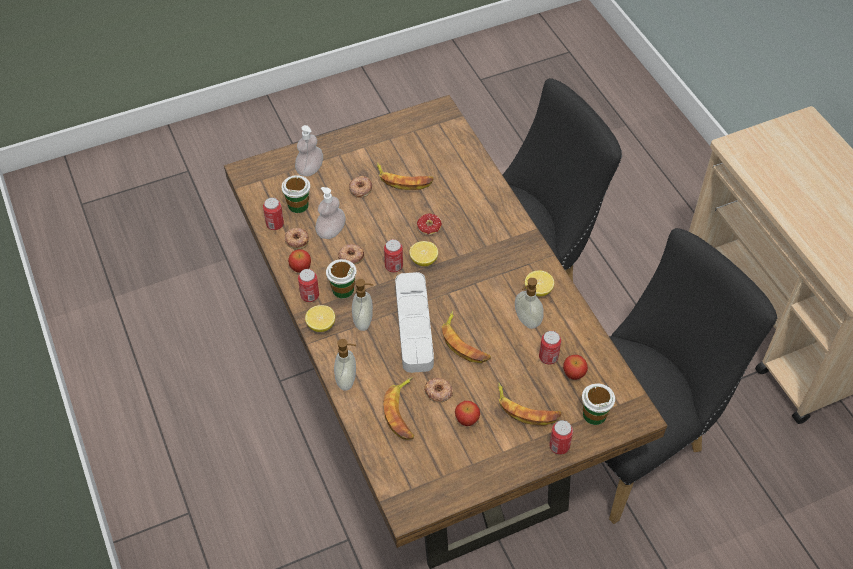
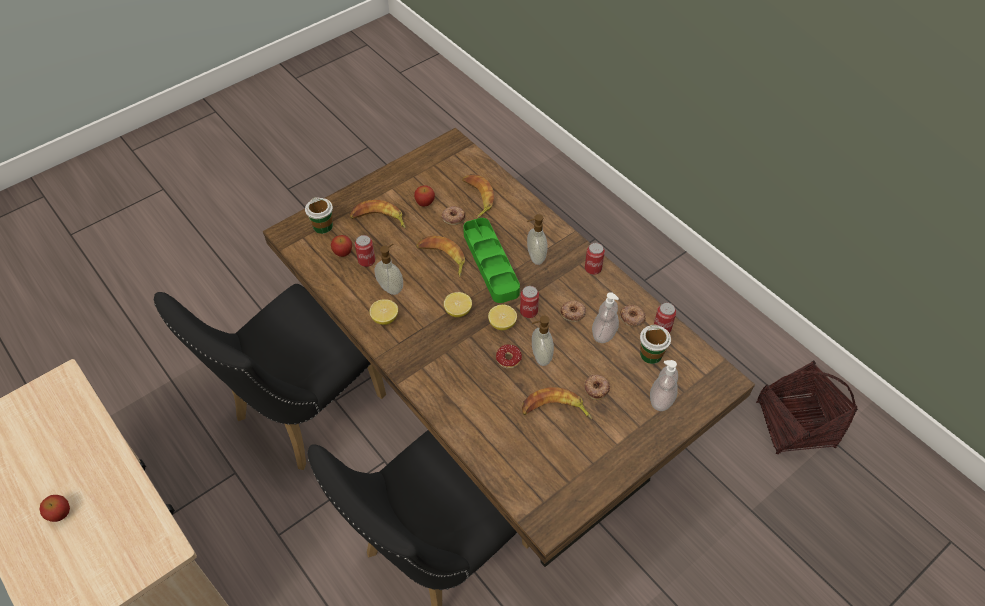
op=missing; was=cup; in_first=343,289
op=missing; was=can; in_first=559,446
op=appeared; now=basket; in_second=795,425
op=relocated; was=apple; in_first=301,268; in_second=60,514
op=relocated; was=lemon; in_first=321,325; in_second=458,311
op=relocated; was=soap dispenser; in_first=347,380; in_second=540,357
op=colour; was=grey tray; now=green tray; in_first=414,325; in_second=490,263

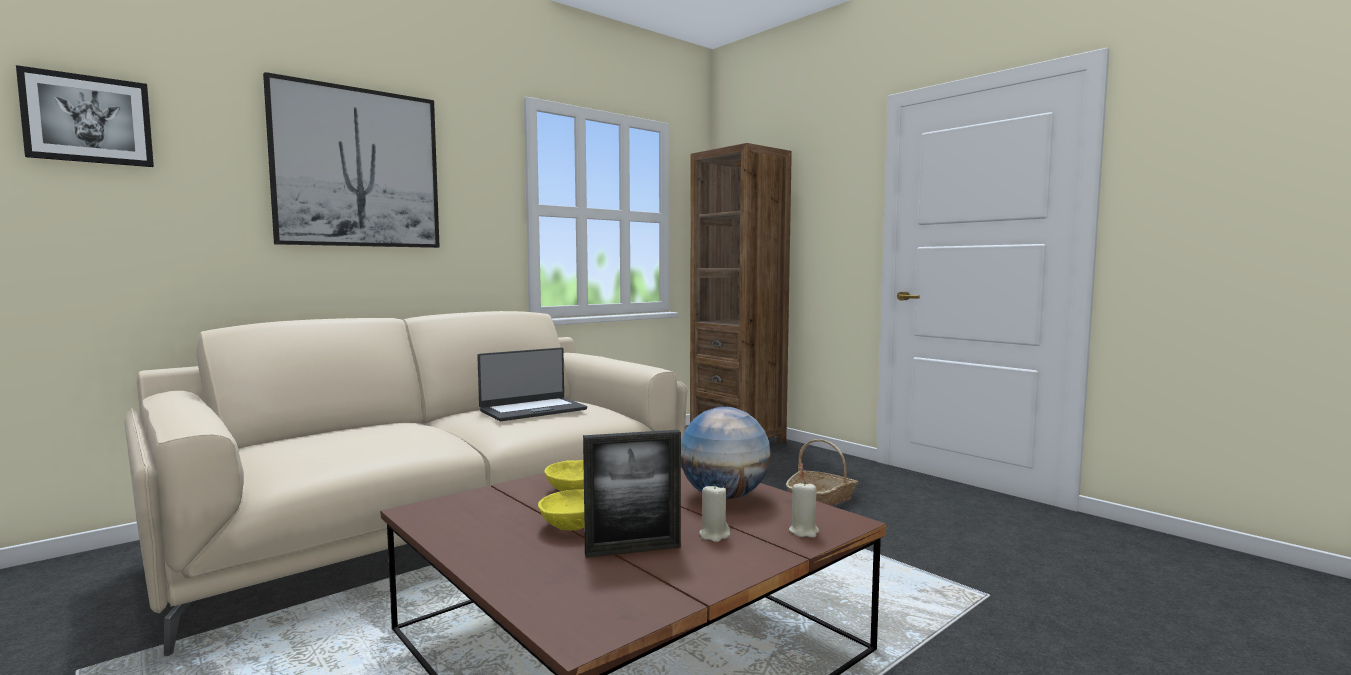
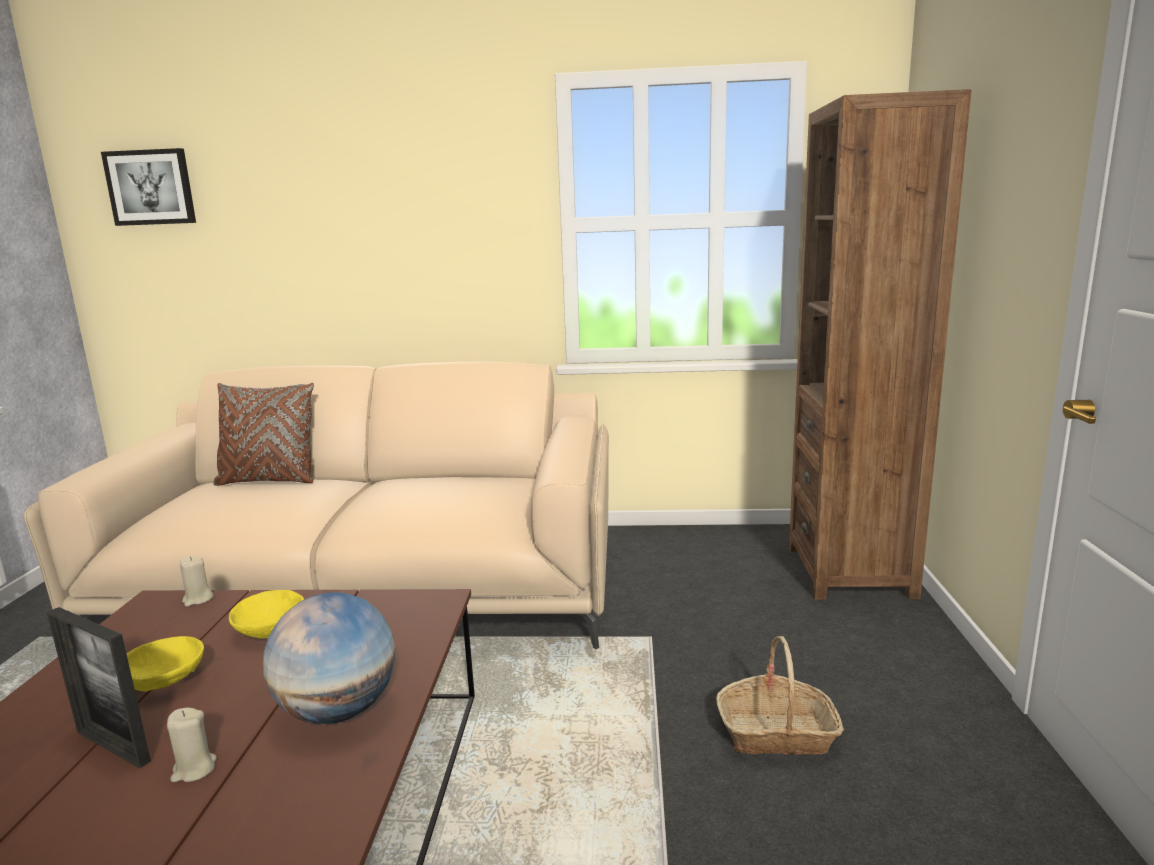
op=missing; was=picture; in_first=357,168
op=missing; was=laptop; in_first=532,410
op=appeared; now=brown pillow; in_second=269,480
op=relocated; was=beige candle; in_first=804,531; in_second=198,599

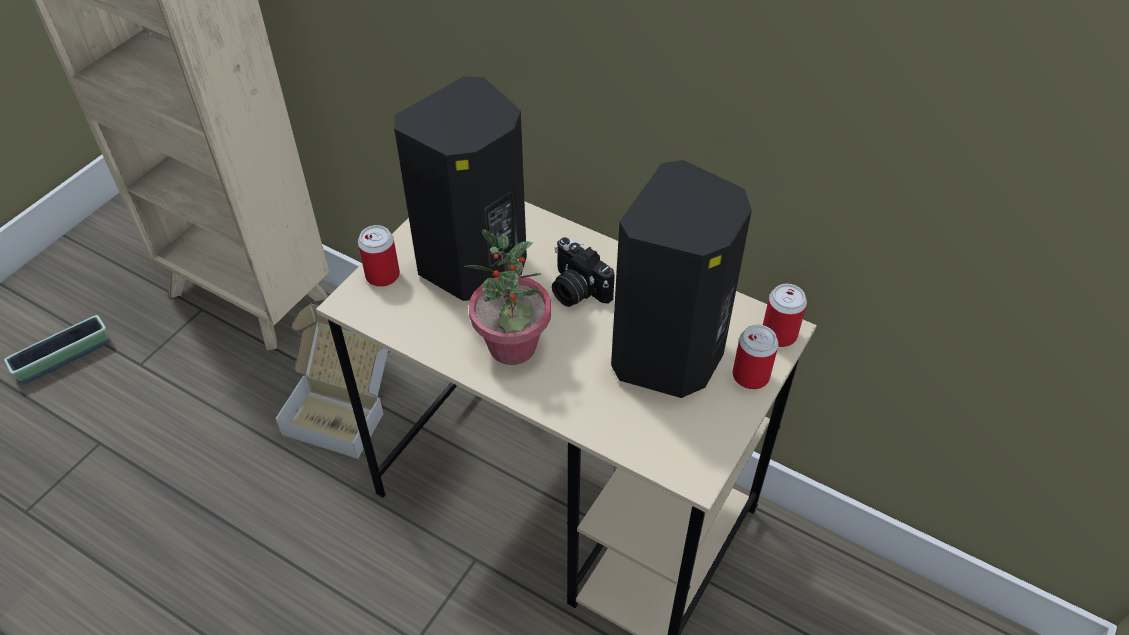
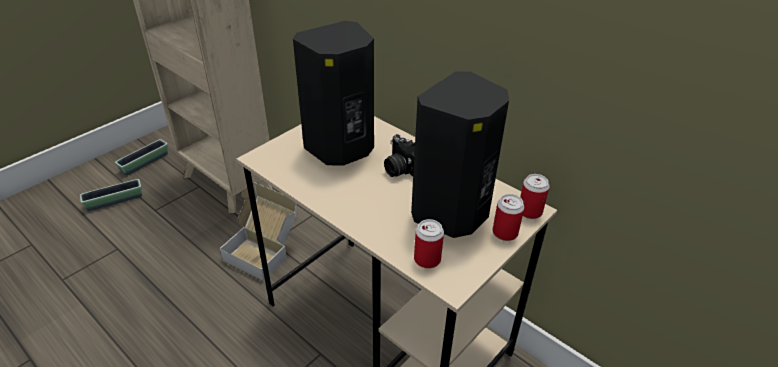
op=missing; was=potted plant; in_first=512,347
op=appeared; now=planter; in_second=145,163
op=relocated; was=can; in_first=382,275; in_second=427,259

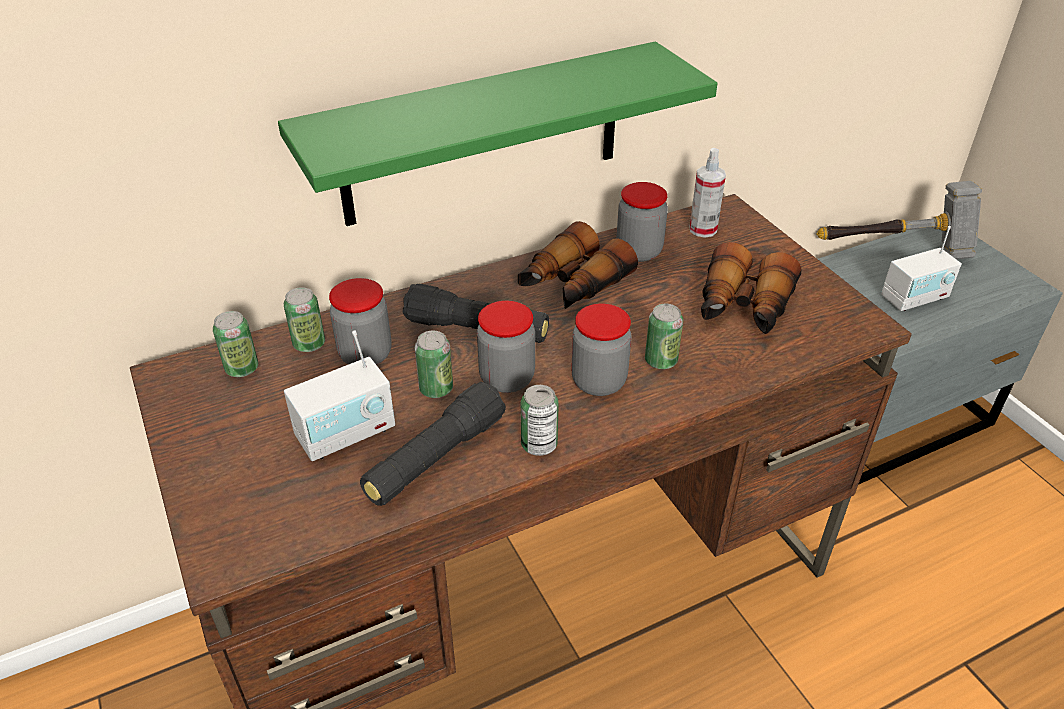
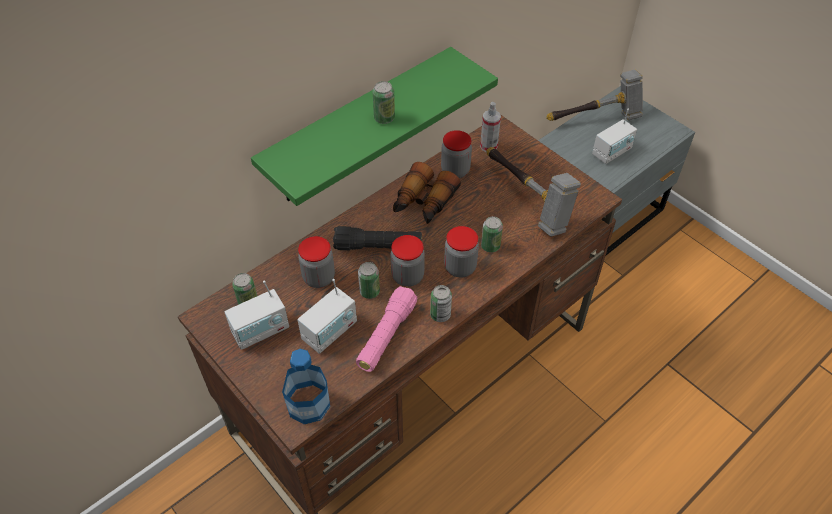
op=appeared; now=radio; in_second=261,331
op=appeared; now=bottle; in_second=308,404
op=relocated; was=can; in_first=309,344; in_second=384,118
op=exchanged; was=binoculars; now=hammer; in_first=743,307; in_second=526,200
op=colour; was=black flashlight; now=pink flashlight; in_first=435,458; in_second=386,336

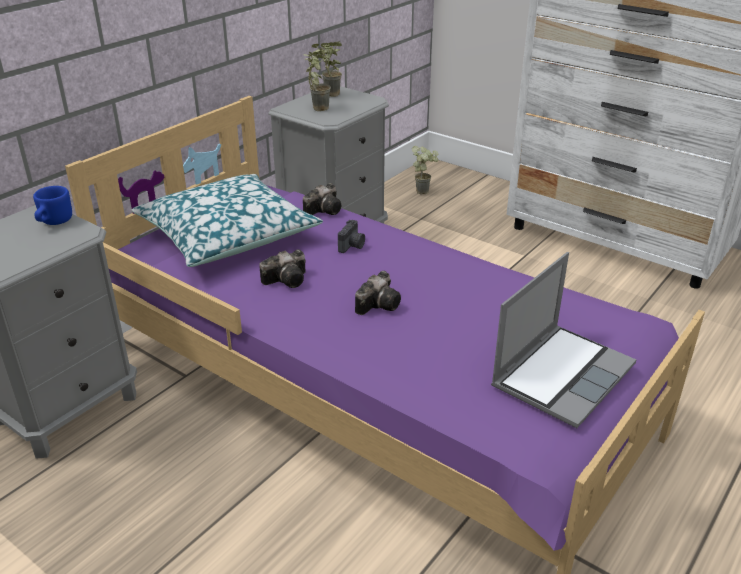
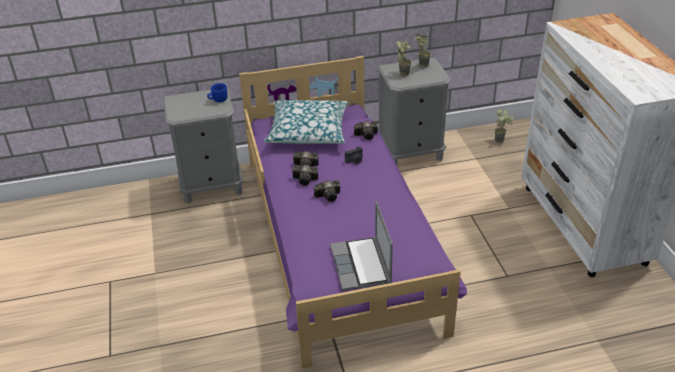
op=appeared; now=photo camera; in_second=306,180
op=spun; was=laptop; in_first=562,375; in_second=362,265; clockwise=90

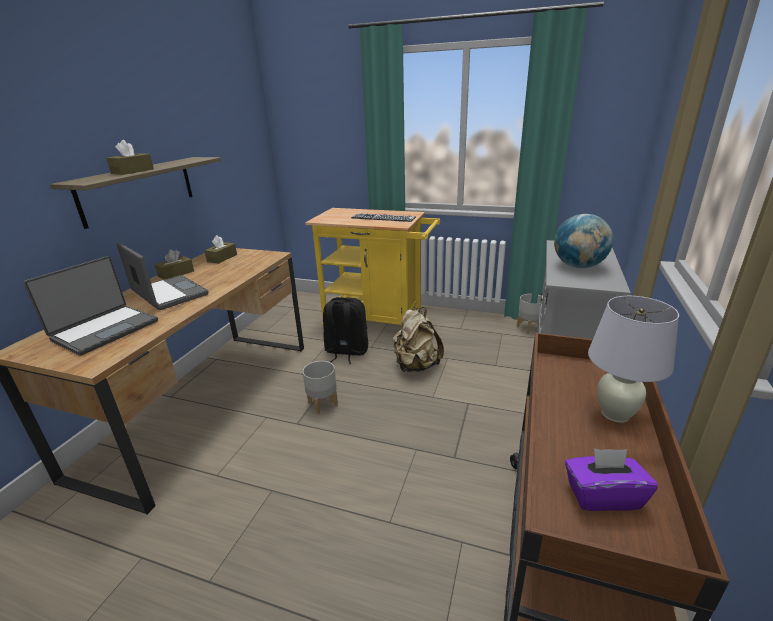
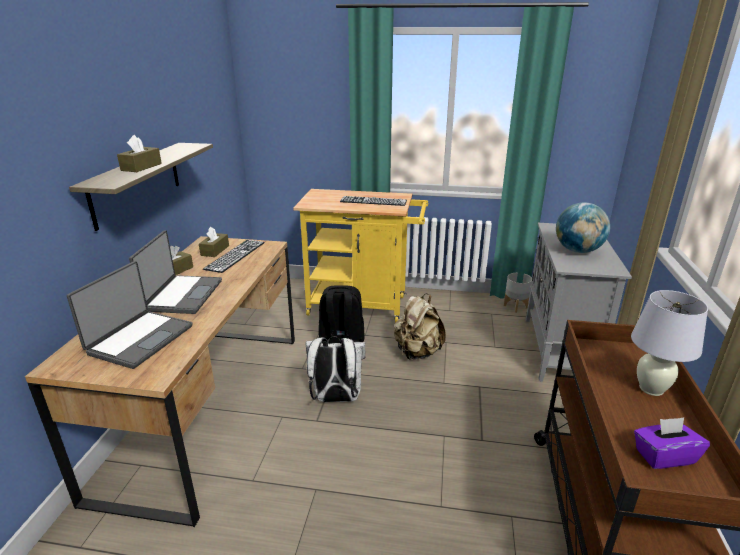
op=appeared; now=keyboard; in_second=235,255
op=exchanged; was=grey planter; now=white backpack; in_first=322,404; in_second=336,399
op=spun; was=laptop; in_first=168,294; in_second=182,295; clockwise=60

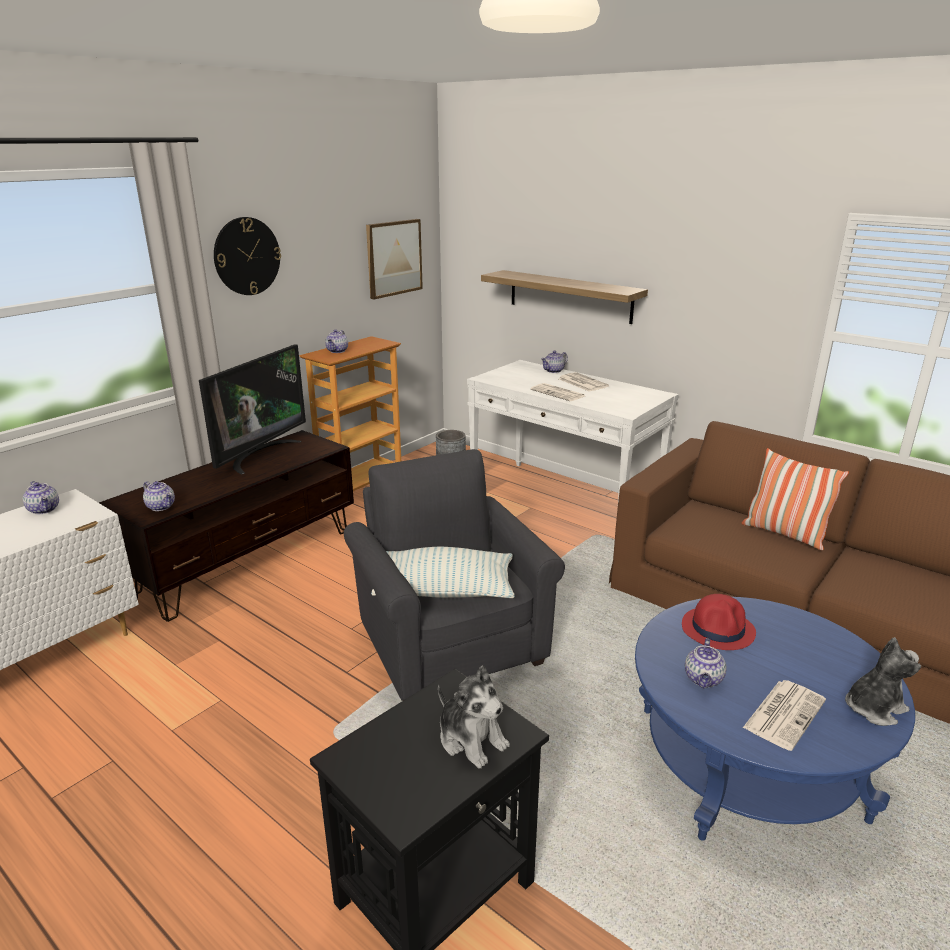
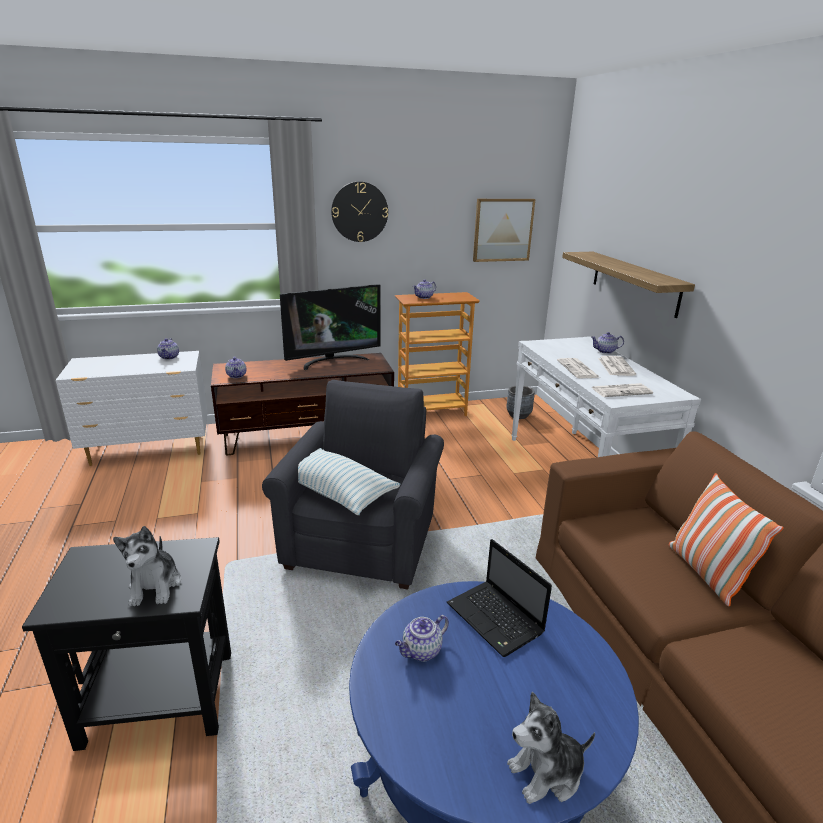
op=relocated; was=newspaper; in_first=784,713; in_second=621,391
op=exchanged; was=red hat; now=laptop; in_first=718,629; in_second=496,619
op=spun; was=plush toy; in_first=873,708; in_second=547,773; clockwise=150

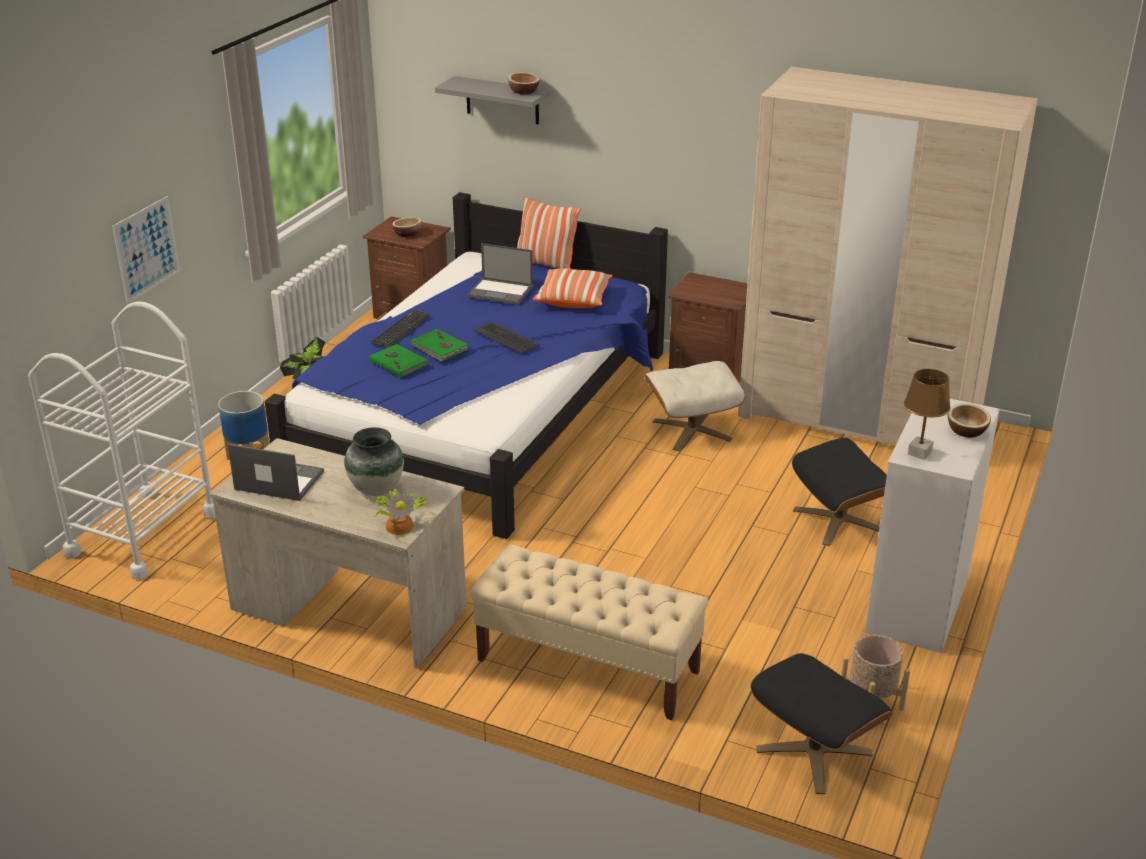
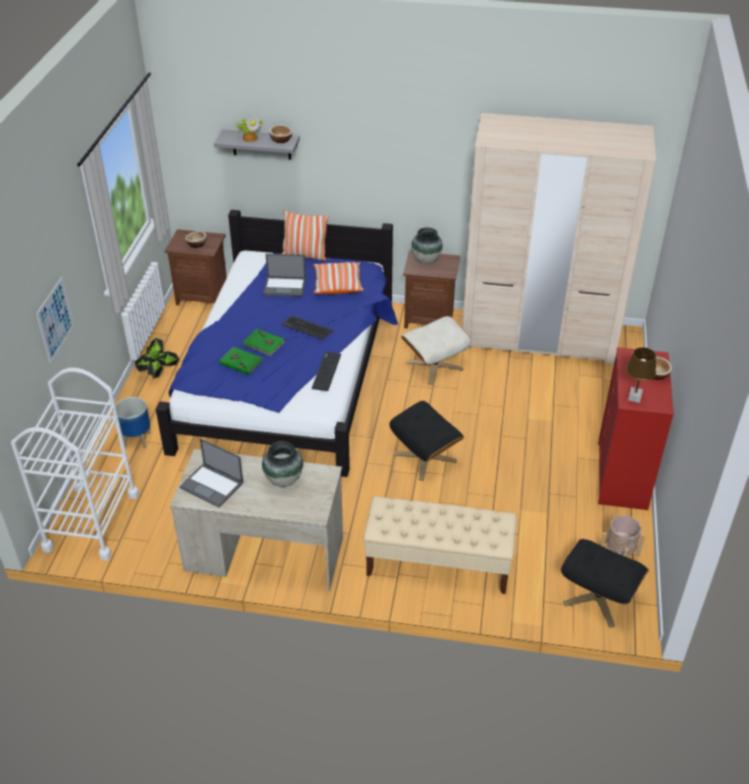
op=appeared; now=vase; in_second=426,260
op=relocated; was=keyboard; in_first=401,330; in_second=326,371
op=relocated; was=potted plant; in_first=400,525; in_second=250,137
op=relocated; was=black ottoman; in_first=838,520; in_second=425,457
op=colour; was=white dresser; now=red dresser; in_first=918,604; in_second=622,476
op=spun; was=laptop; in_first=278,480; in_second=212,485; clockwise=-150

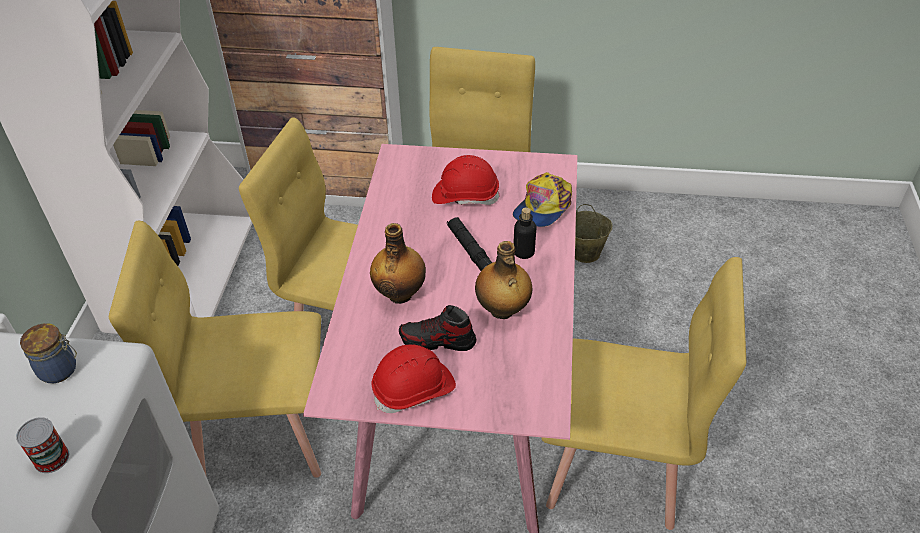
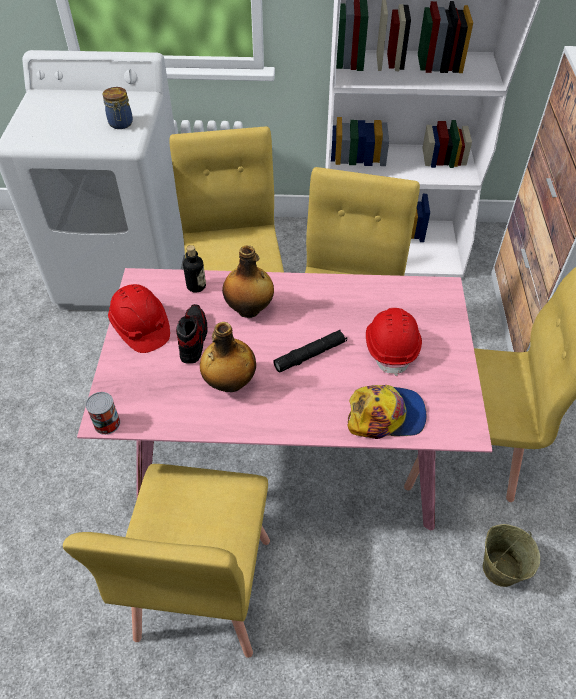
op=relocated; was=can; in_first=51,458; in_second=107,423
op=relocated; was=bottle; in_first=524,252; in_second=196,286
op=spun; was=cap; in_first=543,207; in_second=386,415; clockwise=150

